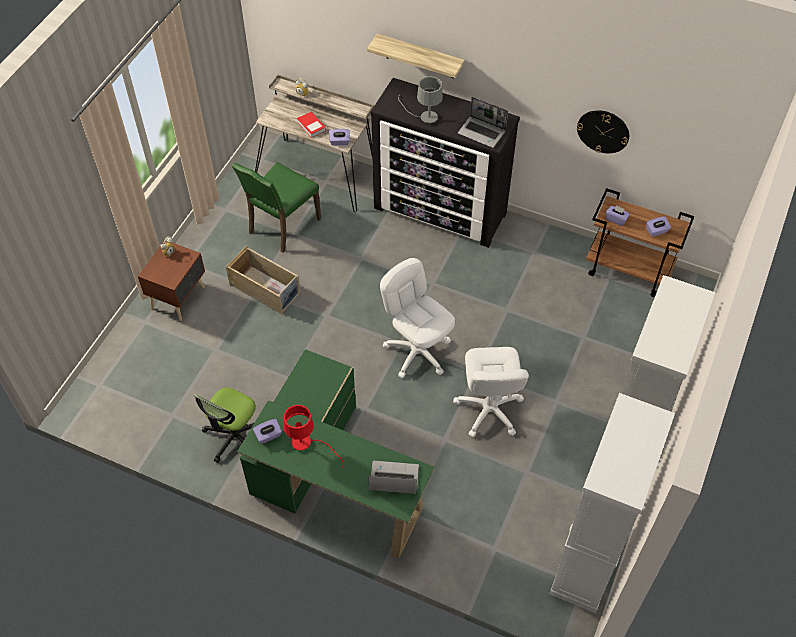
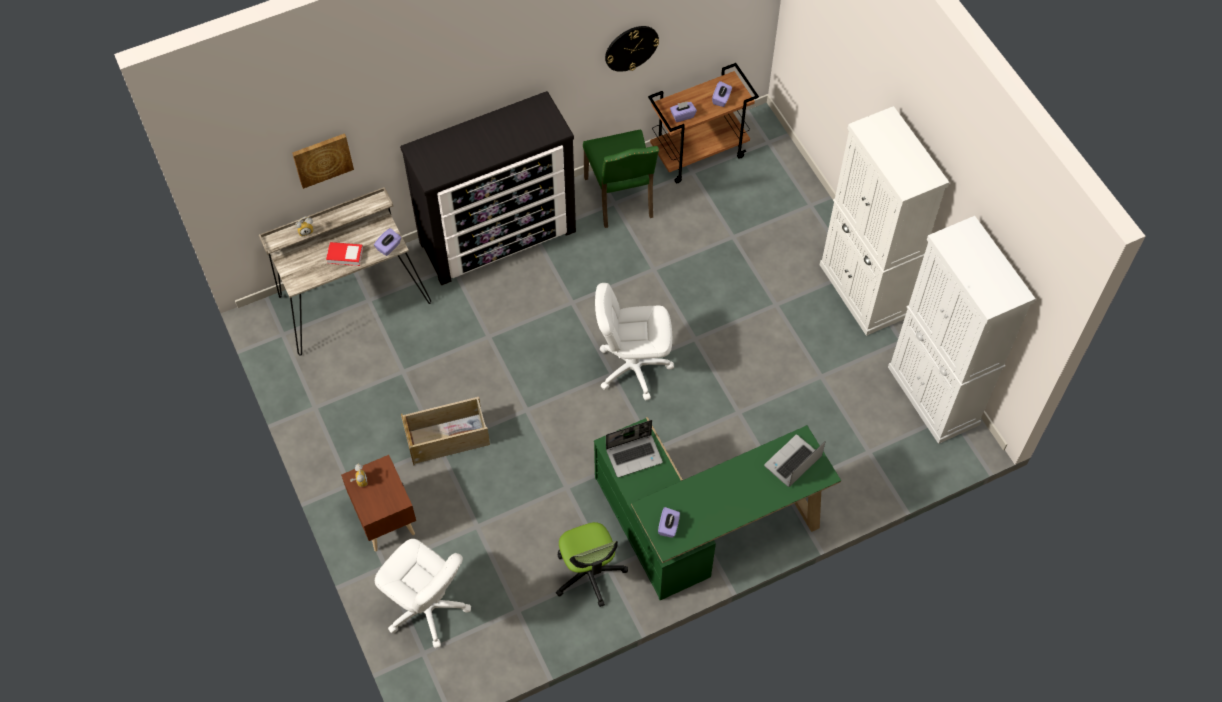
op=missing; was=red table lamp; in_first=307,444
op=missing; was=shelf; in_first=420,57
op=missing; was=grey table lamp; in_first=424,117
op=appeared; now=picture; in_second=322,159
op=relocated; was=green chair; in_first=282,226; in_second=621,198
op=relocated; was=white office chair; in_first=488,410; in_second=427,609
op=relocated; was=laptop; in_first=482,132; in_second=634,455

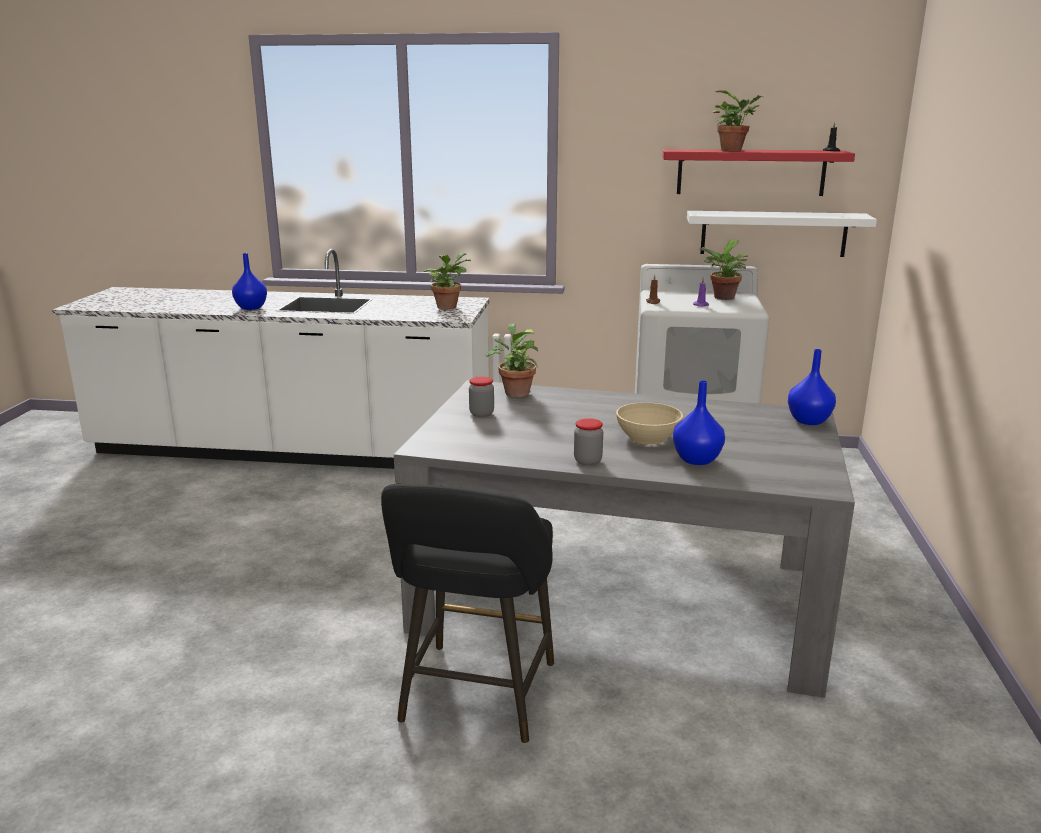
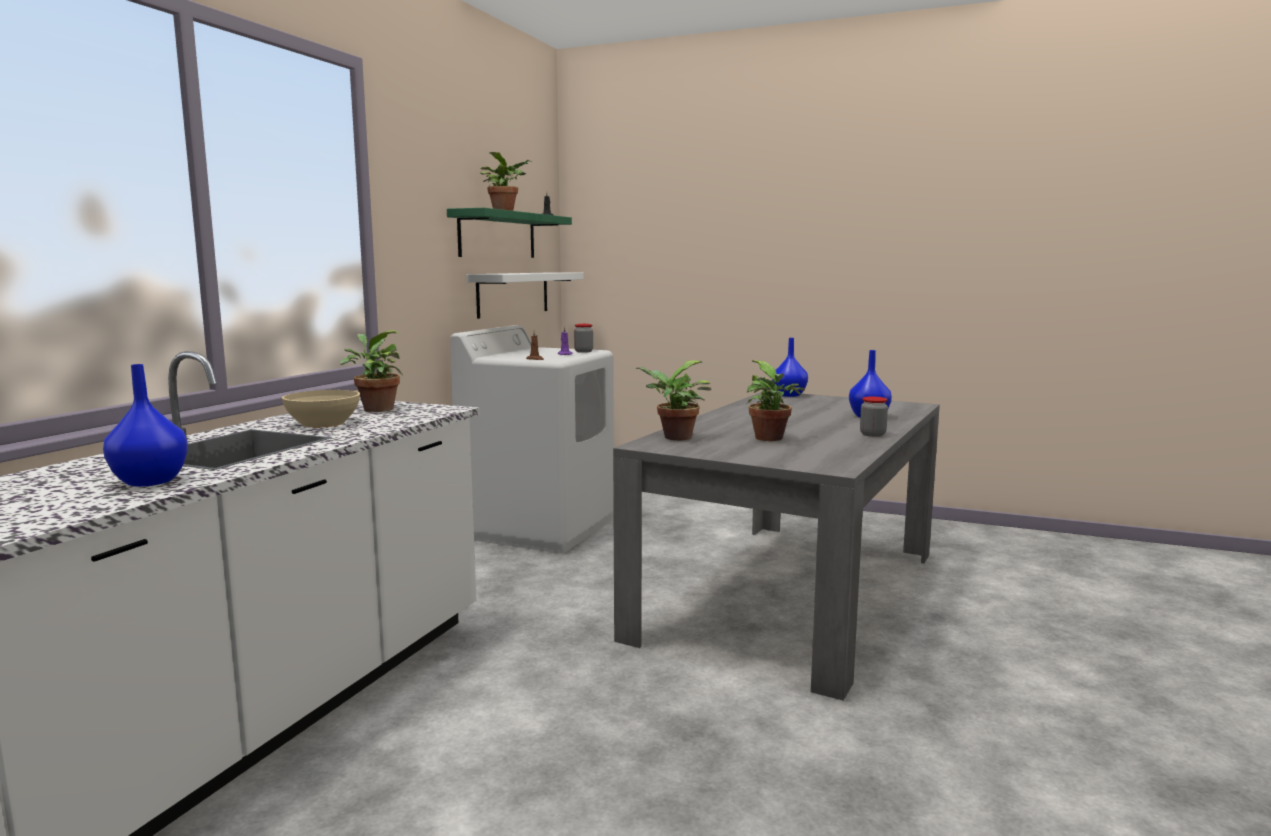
op=missing; was=black stool; in_first=476,698
op=relocated; was=jar; in_first=481,413; in_second=583,351
op=relocated; was=beige bowl; in_first=648,437; in_second=324,423
op=relocated; was=potted plant; in_first=722,298; in_second=771,439
op=colour; was=red shelf; now=green shelf; in_first=751,172; in_second=497,235

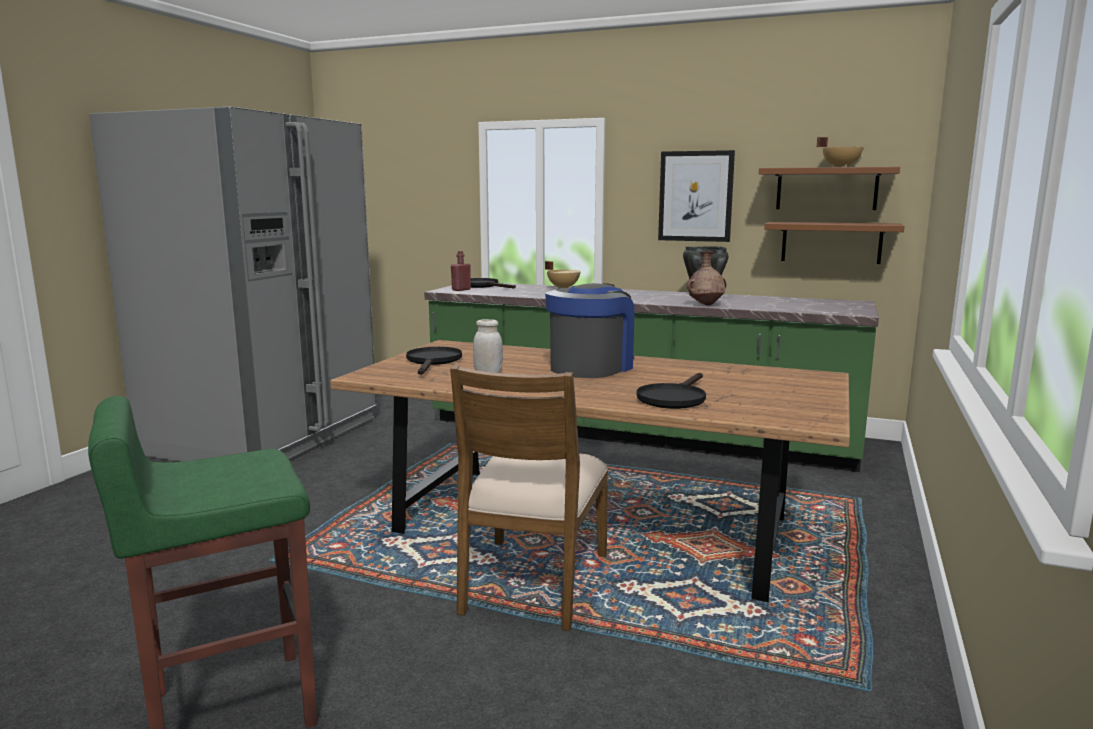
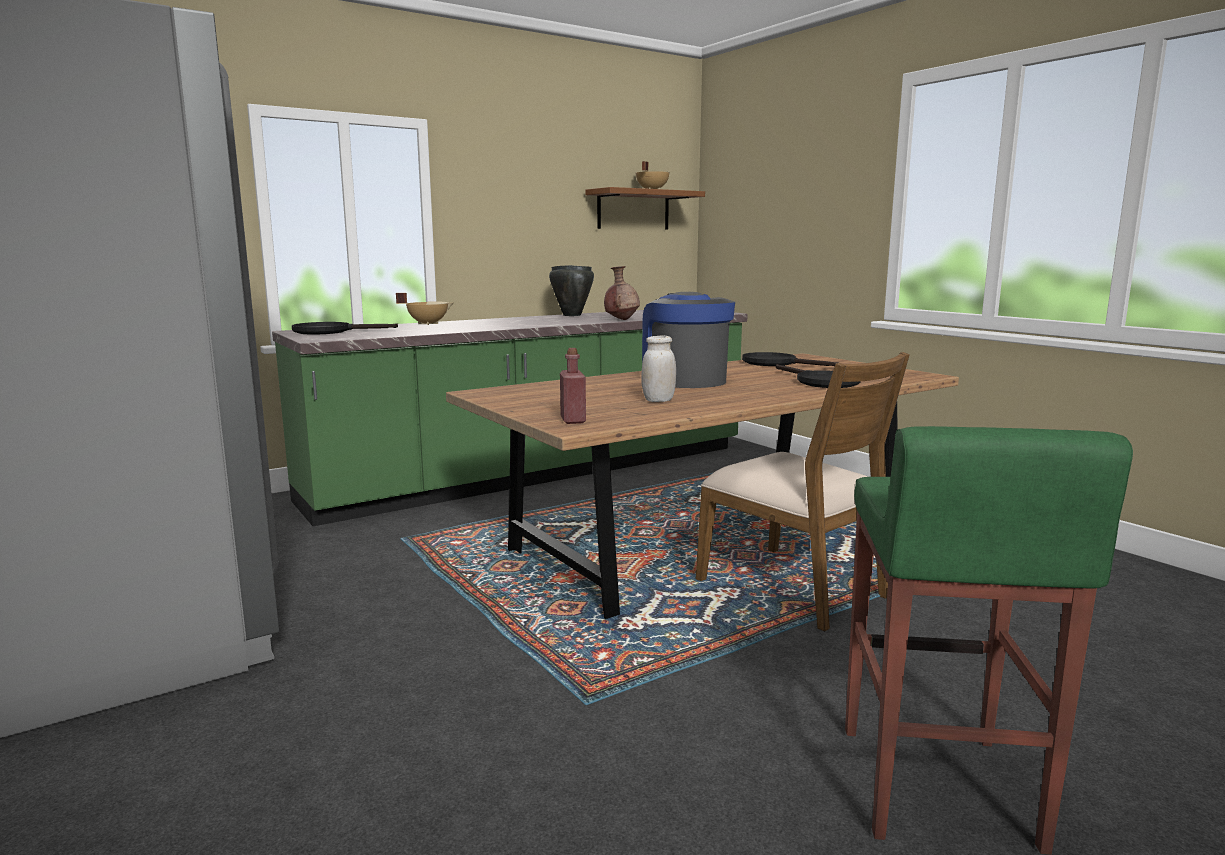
op=missing; was=picture; in_first=695,196
op=missing; was=brown shelf; in_first=831,242
op=relocated; was=black frying pan; in_first=433,361; in_second=776,363
op=relocated; was=red bottle; in_first=461,289; in_second=573,420

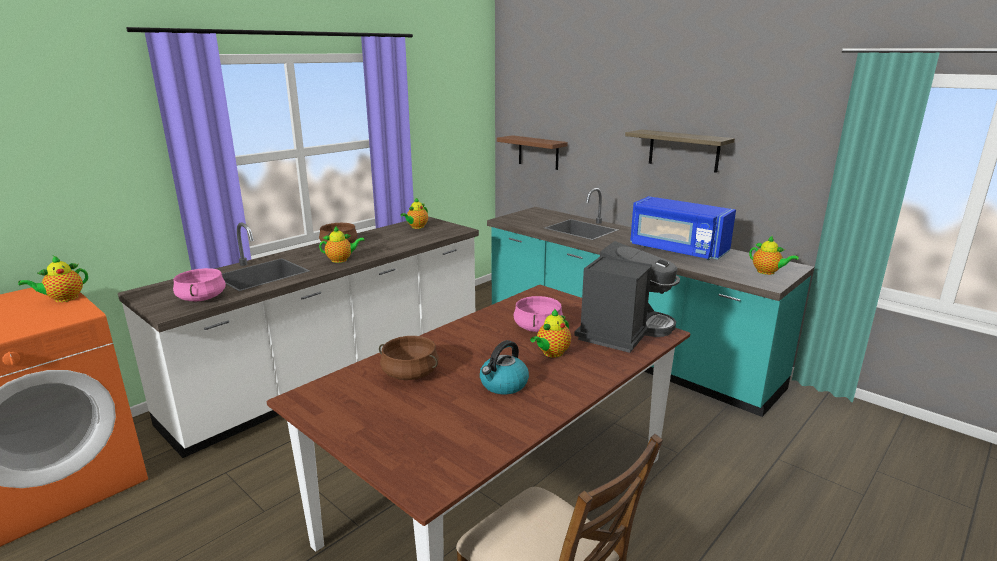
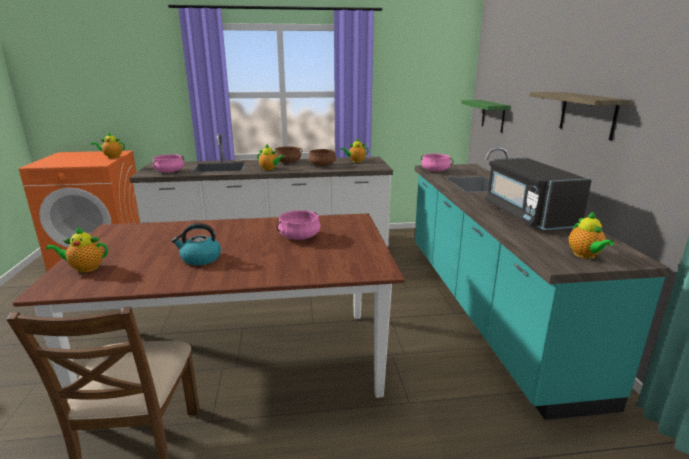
op=missing; was=coffee machine; in_first=623,331
op=appeared; now=pink cooking pot; in_second=435,170
op=relocated; was=brown cooking pot; in_first=409,373; in_second=322,165
op=relocated; was=teapot; in_first=551,353; in_second=85,268
op=colour; was=brown shelf; now=green shelf; in_first=538,152; in_second=493,115
op=colour; was=blue microwave; now=black microwave; in_first=677,250; in_second=527,215

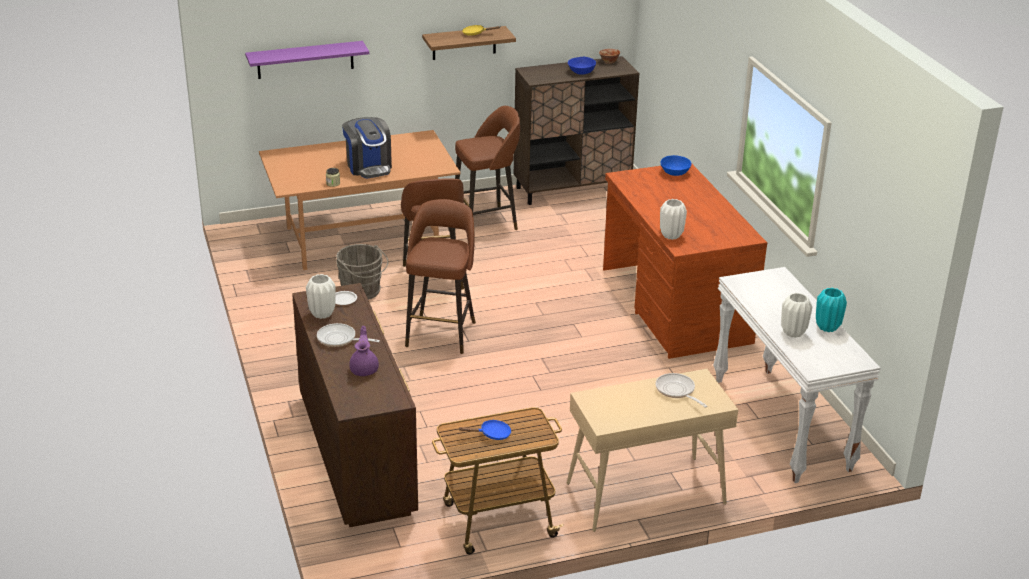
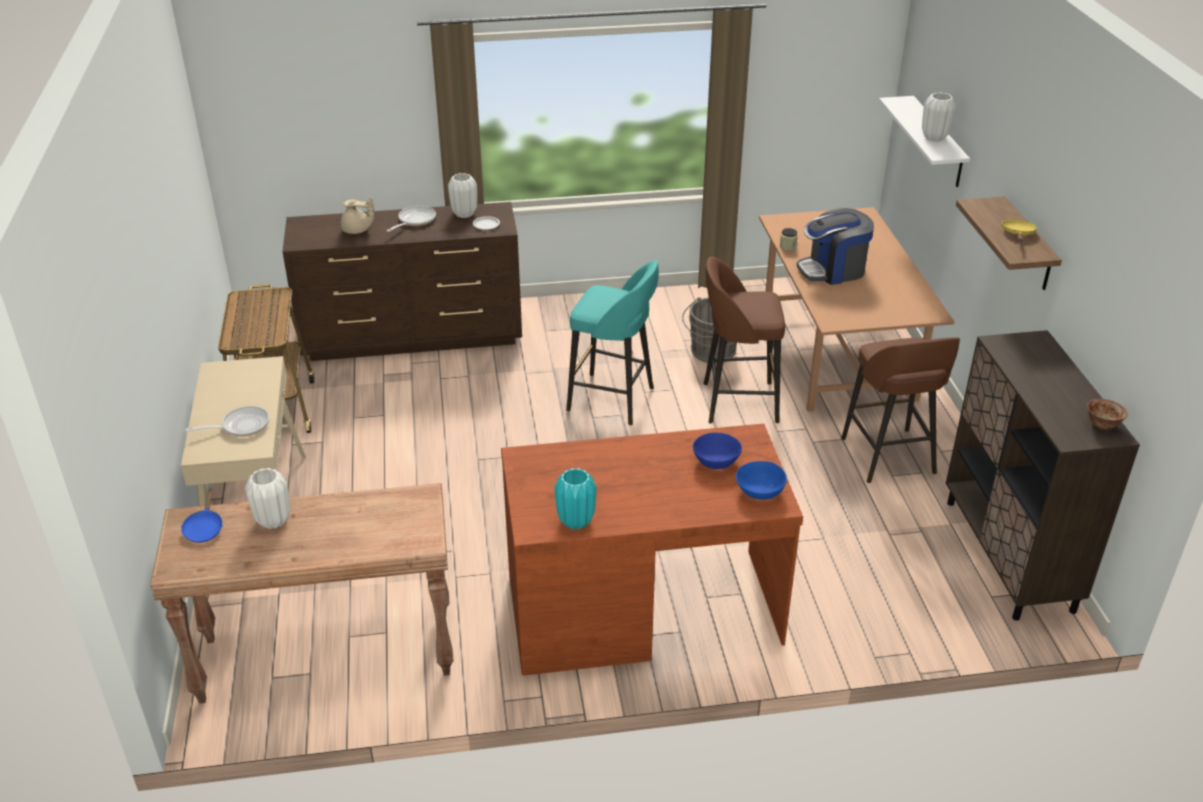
op=relocated; was=blue frying pan; in_first=492,434; in_second=204,528
op=relocated; was=blue bowl; in_first=581,72; in_second=715,461
op=relocated; was=white vase; in_first=671,235; in_second=934,137
op=relocated; was=turquoise vase; in_first=828,327; in_second=576,521
op=colour; was=purple shelf; now=white shelf; in_first=305,60; in_second=937,142
op=colour; was=purple teapot; now=beige teapot; in_first=364,369; in_second=357,230
op=colour; was=brown stool; now=turquoise stool; in_first=441,333; in_second=613,400
op=colour; was=white console table; now=brown console table; in_first=782,424; in_second=326,658

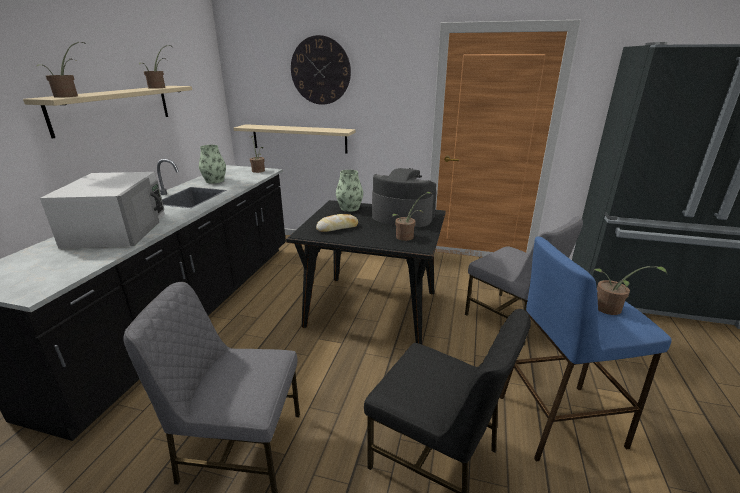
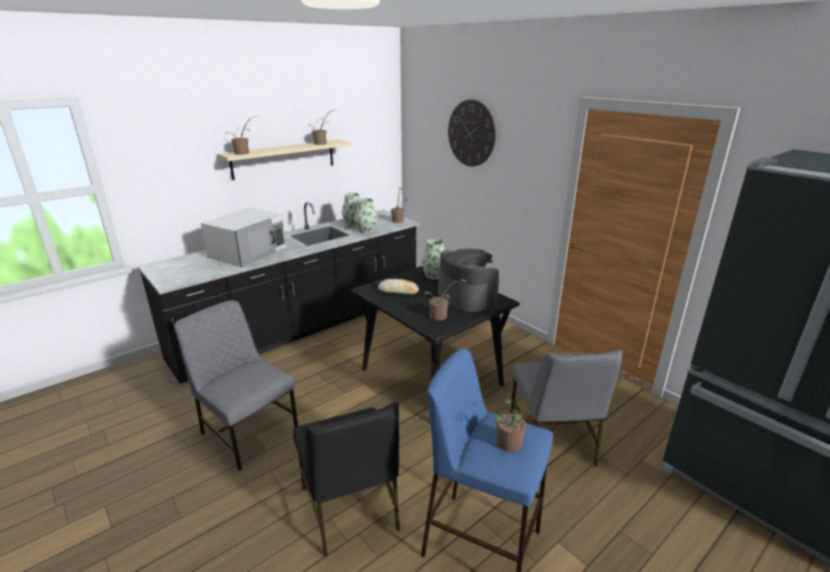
op=missing; was=beige shelf; in_first=299,138
op=appeared; now=vase; in_second=366,230

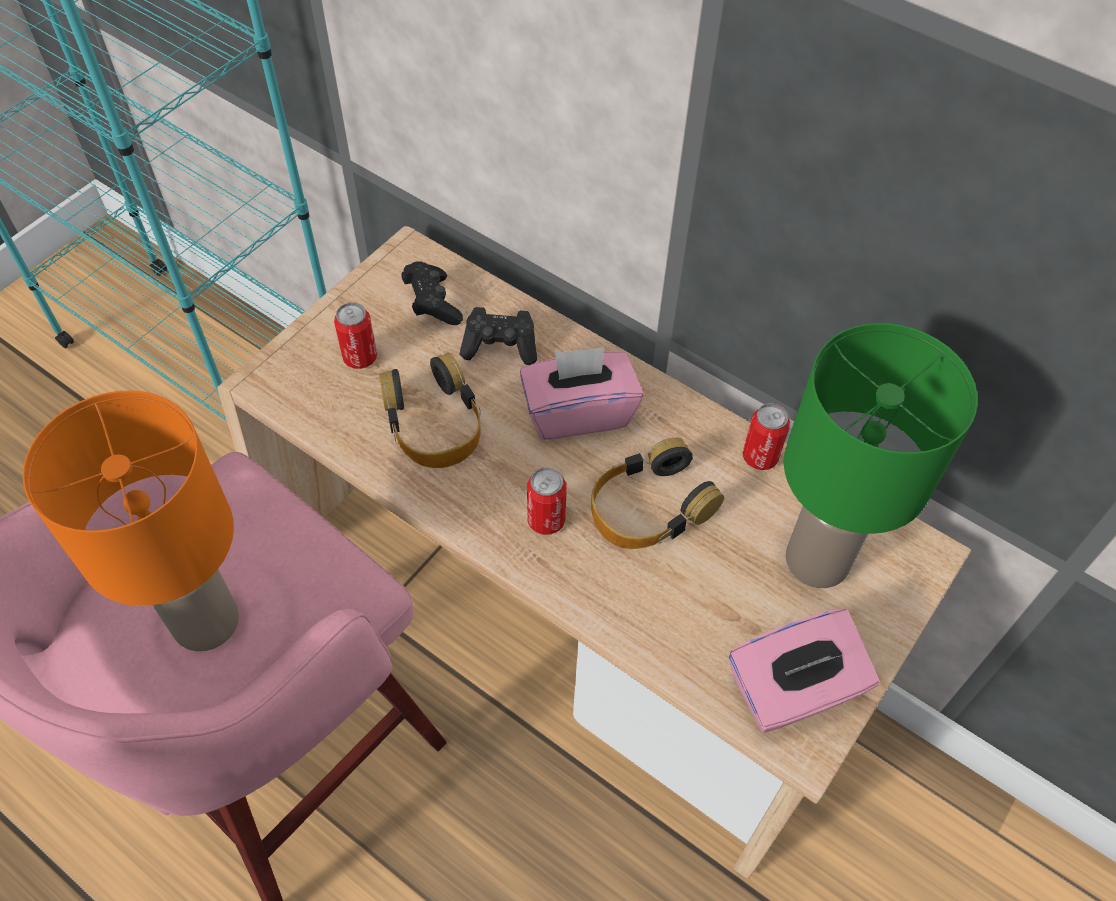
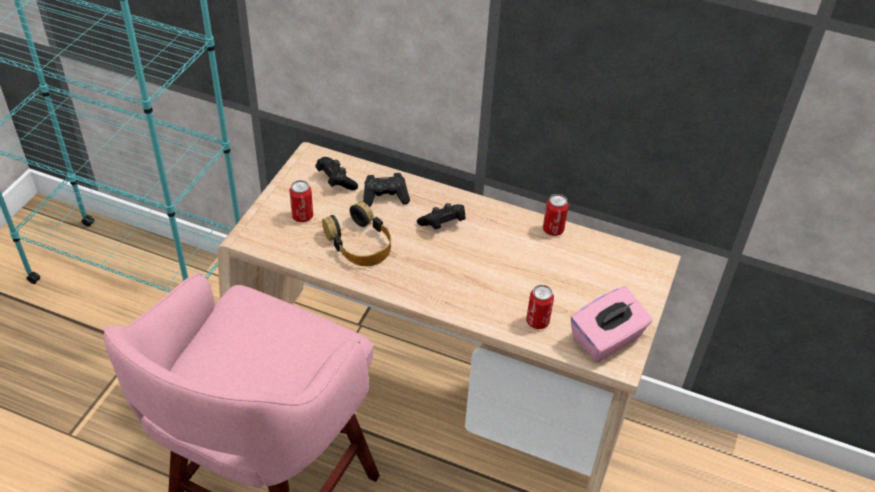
op=missing; was=orange table lamp; in_first=204,623
op=missing; was=headphones; in_first=649,507
op=missing; was=green table lamp; in_first=817,562
op=relocated; was=can; in_first=546,520; in_second=537,321
op=exchanged; was=pink tissue box; now=black game controller; in_first=578,412; in_second=443,224

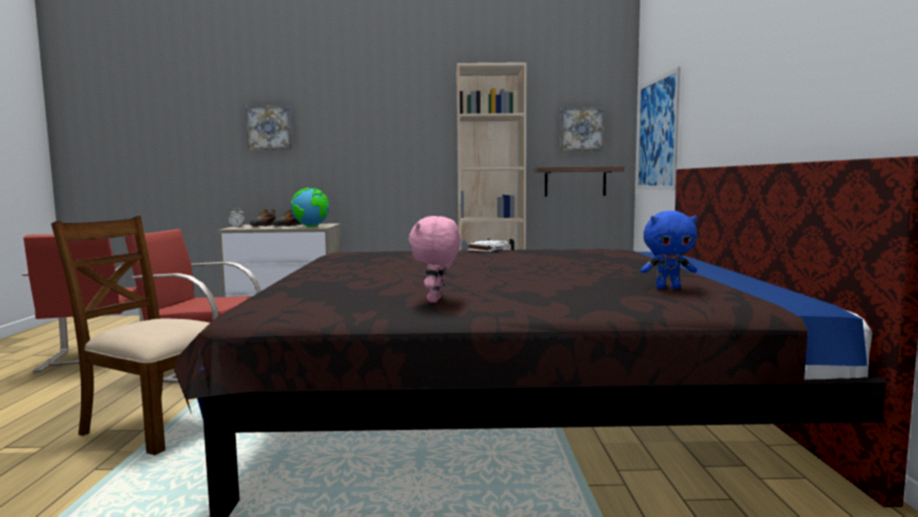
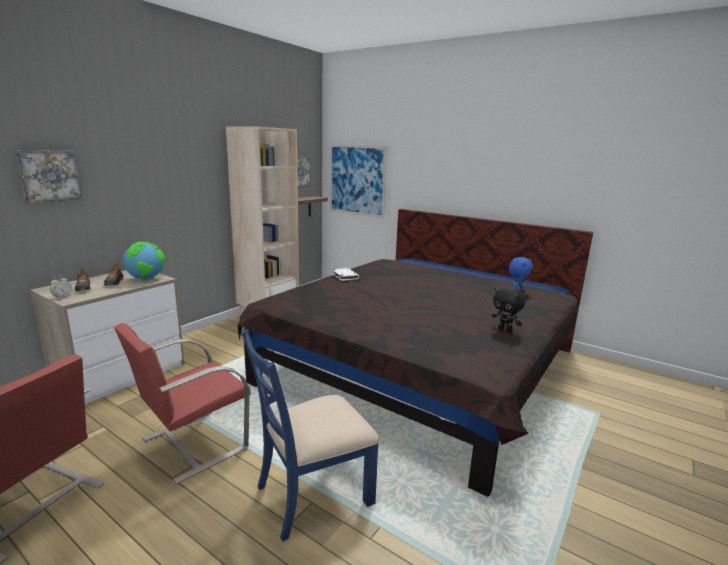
op=colour; was=brown chair; now=blue chair; in_first=156,426; in_second=312,494
op=colour; was=pink plush toy; now=black plush toy; in_first=436,300; in_second=505,329

